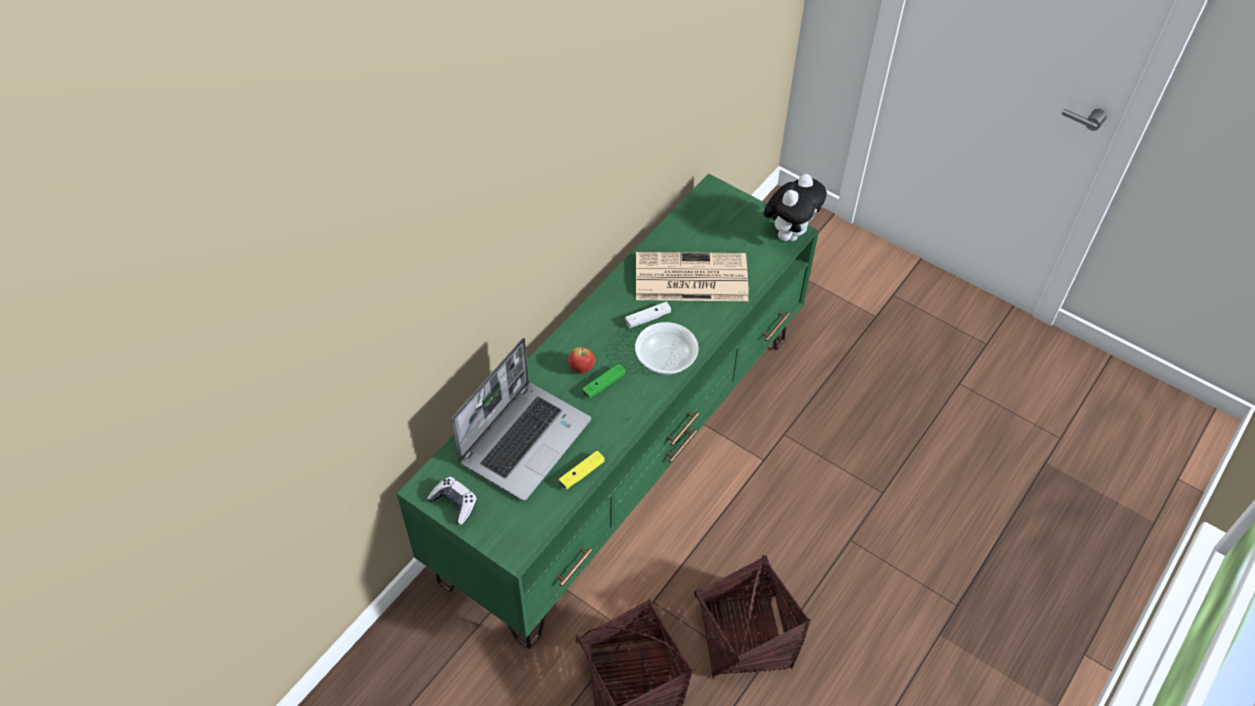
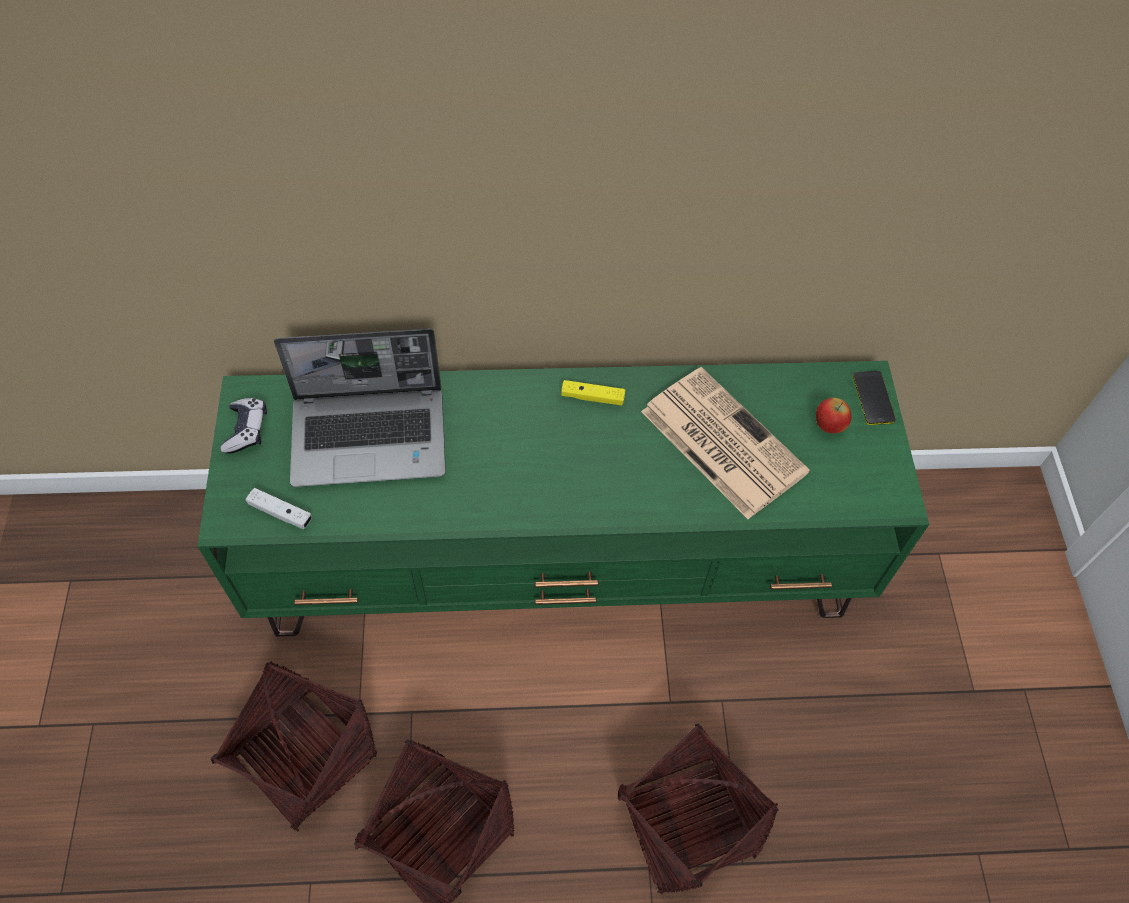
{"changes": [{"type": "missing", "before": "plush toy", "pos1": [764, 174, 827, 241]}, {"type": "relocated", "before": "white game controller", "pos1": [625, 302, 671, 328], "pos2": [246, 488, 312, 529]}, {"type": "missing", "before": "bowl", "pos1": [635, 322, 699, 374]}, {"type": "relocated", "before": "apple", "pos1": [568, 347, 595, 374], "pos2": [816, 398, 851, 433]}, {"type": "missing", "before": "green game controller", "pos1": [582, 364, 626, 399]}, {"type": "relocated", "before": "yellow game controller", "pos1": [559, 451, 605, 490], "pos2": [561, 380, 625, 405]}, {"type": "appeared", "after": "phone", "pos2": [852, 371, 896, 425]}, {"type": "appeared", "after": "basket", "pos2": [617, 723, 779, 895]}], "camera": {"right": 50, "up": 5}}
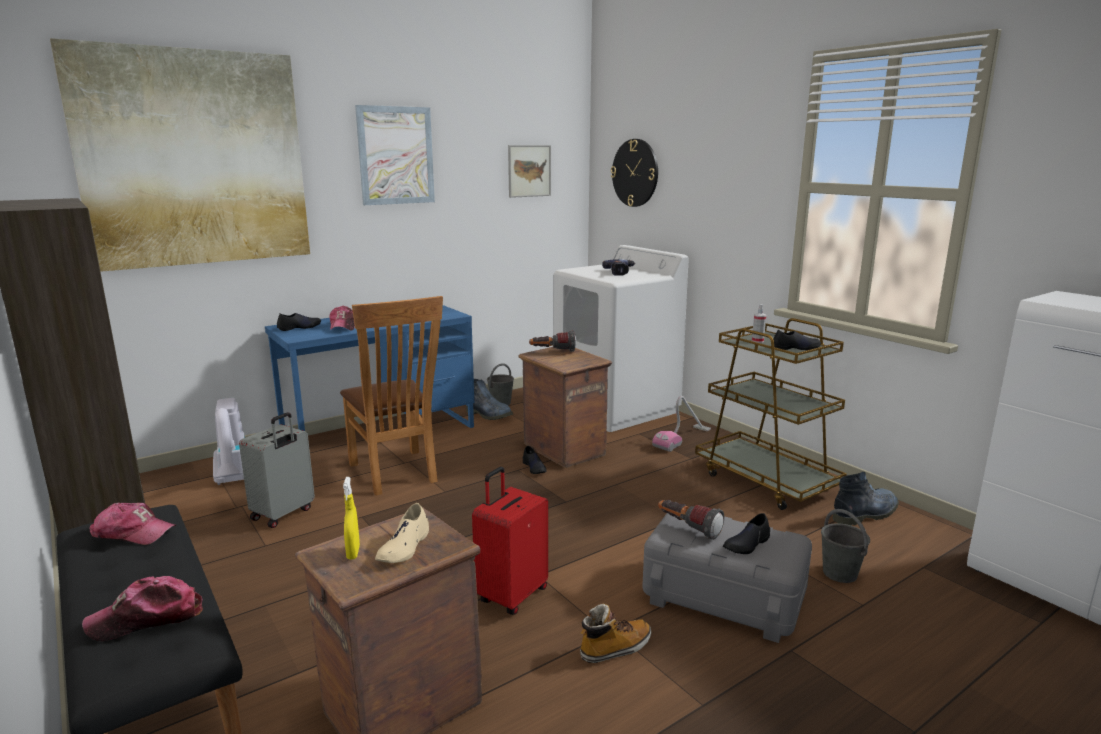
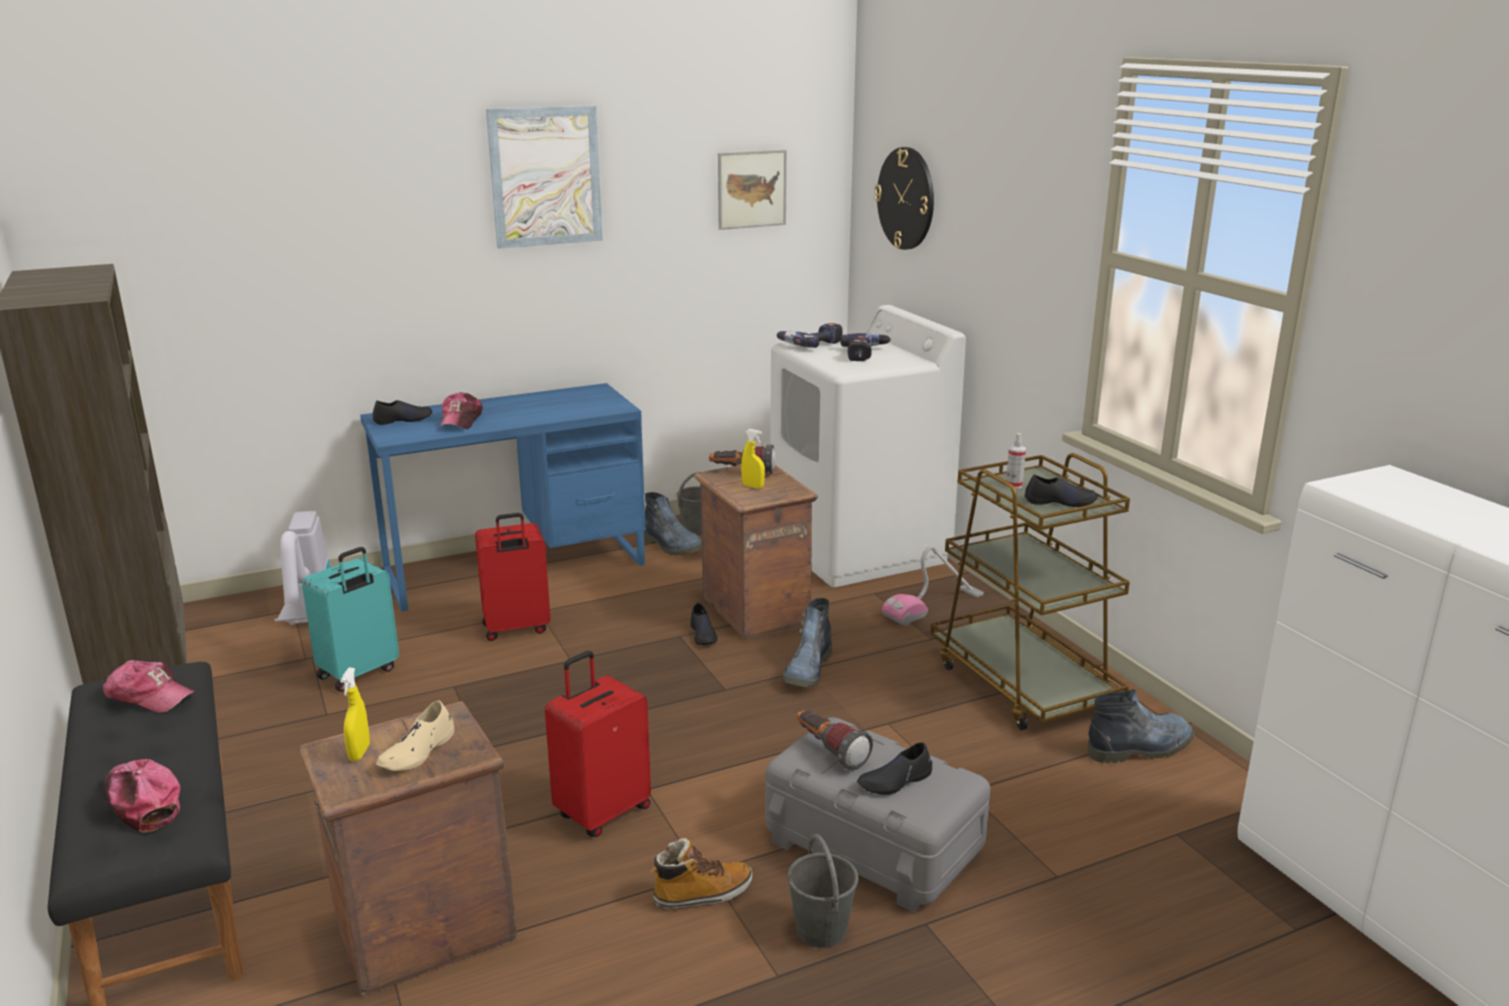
{"changes": [{"type": "missing", "before": "picture", "pos1": [50, 38, 310, 272]}, {"type": "exchanged", "before": "brown chair", "after": "red suitcase", "pos1": [340, 296, 443, 496], "pos2": [475, 513, 551, 641]}, {"type": "colour", "before": "grey suitcase", "after": "turquoise suitcase", "pos1": [239, 412, 315, 528], "pos2": [302, 547, 399, 692]}, {"type": "relocated", "before": "grey bucket", "pos1": [821, 509, 870, 583], "pos2": [788, 834, 859, 948]}, {"type": "spun", "before": "cap", "pos1": [82, 576, 203, 641], "pos2": [103, 759, 181, 833], "turn": 60}, {"type": "appeared", "after": "power drill", "pos2": [776, 323, 843, 348]}, {"type": "appeared", "after": "yellow spray bottle", "pos2": [741, 429, 765, 489]}, {"type": "appeared", "after": "boot", "pos2": [783, 598, 832, 687]}], "camera": {"right": 10, "up": 5}}
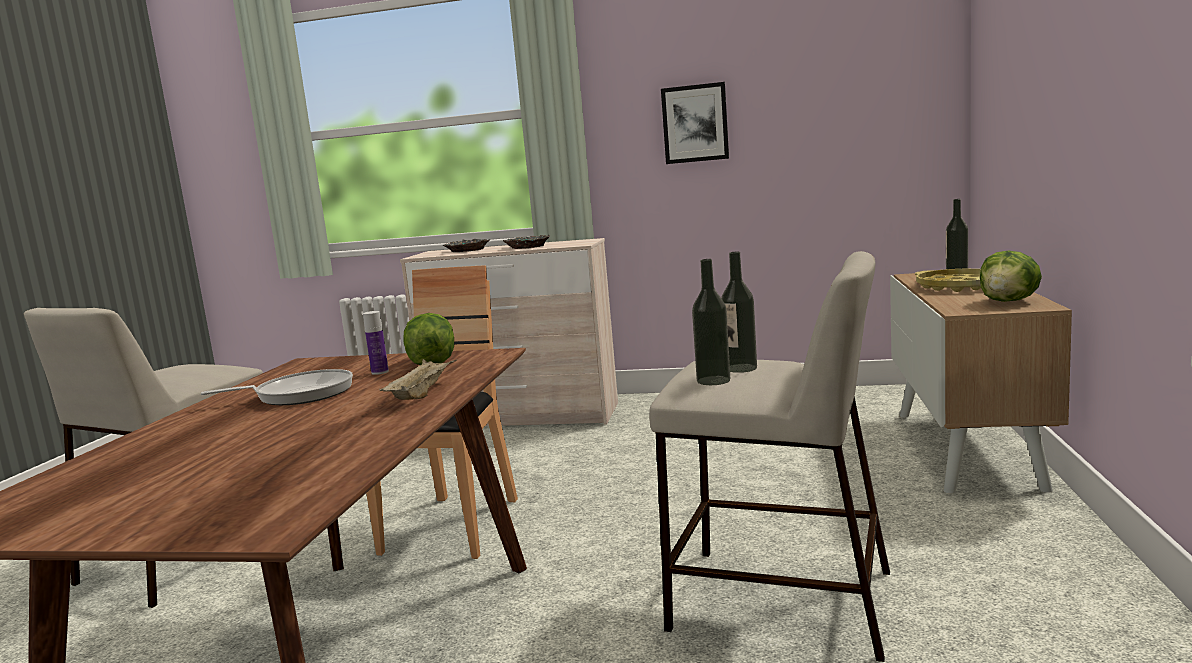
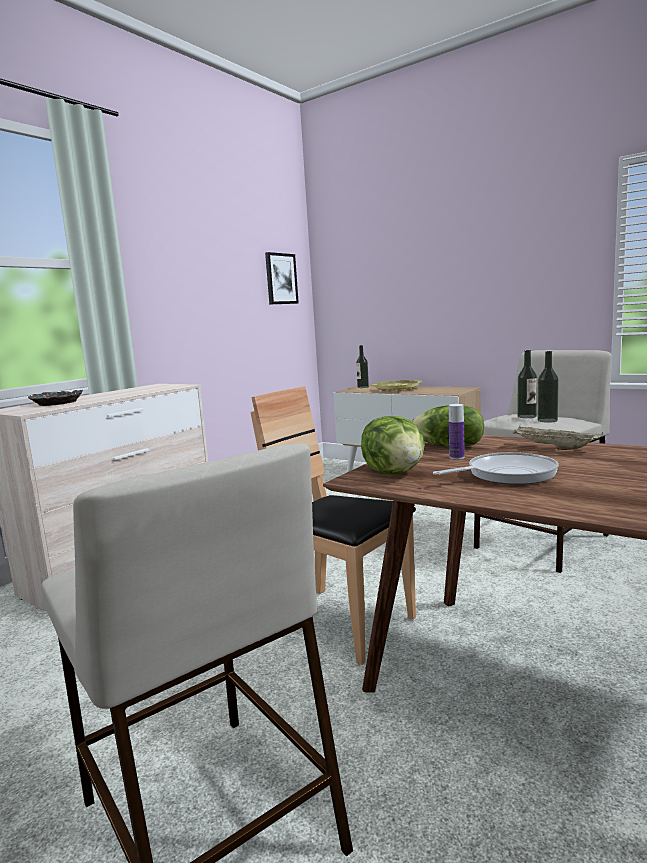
{"changes": [{"type": "relocated", "before": "picture", "pos1": [661, 82, 729, 164], "pos2": [265, 252, 299, 305]}, {"type": "missing", "before": "bowl", "pos1": [503, 235, 550, 249]}, {"type": "relocated", "before": "lettuce", "pos1": [980, 251, 1042, 302], "pos2": [361, 416, 425, 474]}, {"type": "spun", "before": "frying pan", "pos1": [201, 369, 353, 405], "pos2": [433, 452, 559, 485], "turn": 60}], "camera": {"right": -65, "up": 0}}
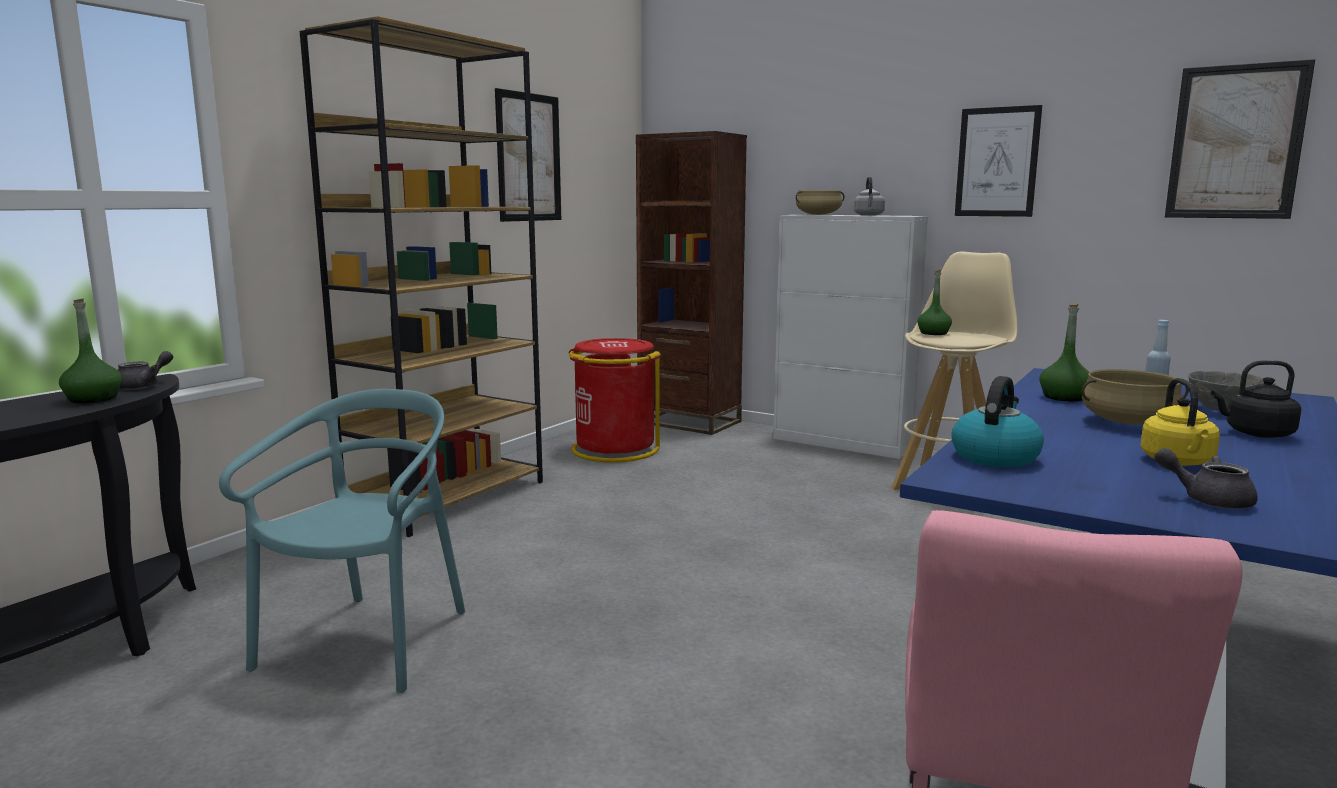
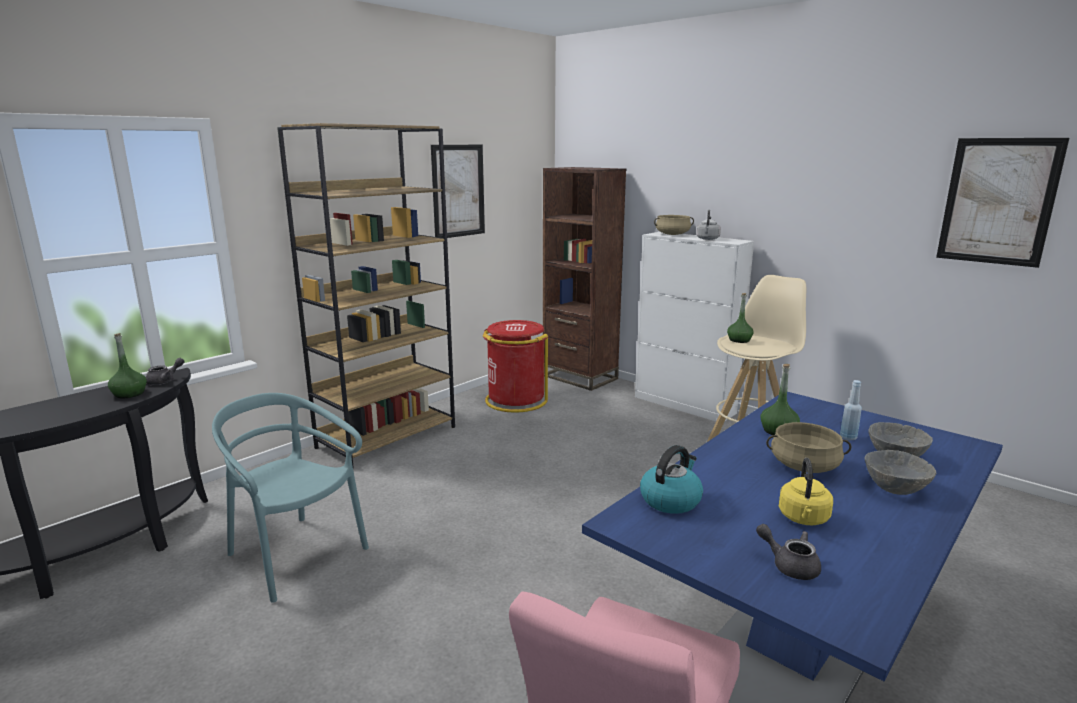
{"changes": [{"type": "missing", "before": "picture", "pos1": [955, 105, 1042, 217]}, {"type": "exchanged", "before": "black kettle", "after": "grey bowl", "pos1": [1211, 360, 1301, 438], "pos2": [865, 450, 936, 495]}, {"type": "spun", "before": "turquoise chair", "pos1": [219, 389, 465, 693], "pos2": [212, 393, 369, 603], "turn": -75}], "camera": {"right": 10, "up": 5}}
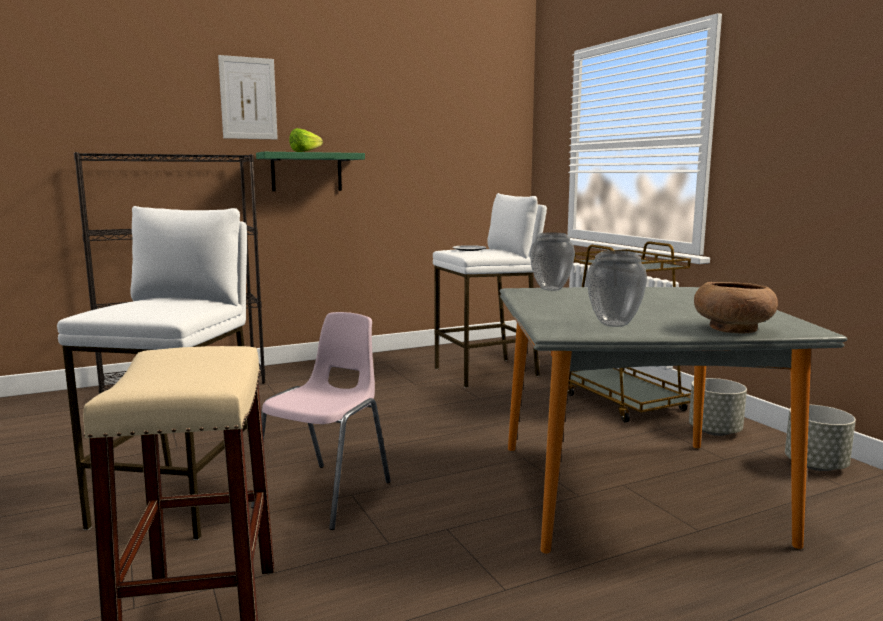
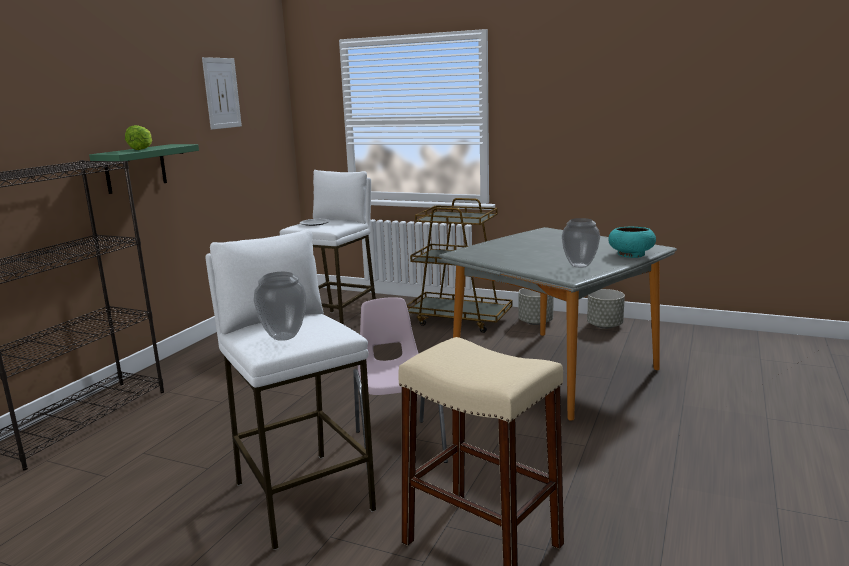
{"changes": [{"type": "relocated", "before": "picture", "pos1": [218, 55, 278, 139], "pos2": [202, 57, 242, 130]}, {"type": "relocated", "before": "vase", "pos1": [530, 233, 575, 291], "pos2": [254, 272, 307, 341]}, {"type": "colour", "before": "brown bowl", "after": "turquoise bowl", "pos1": [694, 282, 778, 333], "pos2": [609, 227, 656, 258]}], "camera": {"right": -40, "up": 5}}
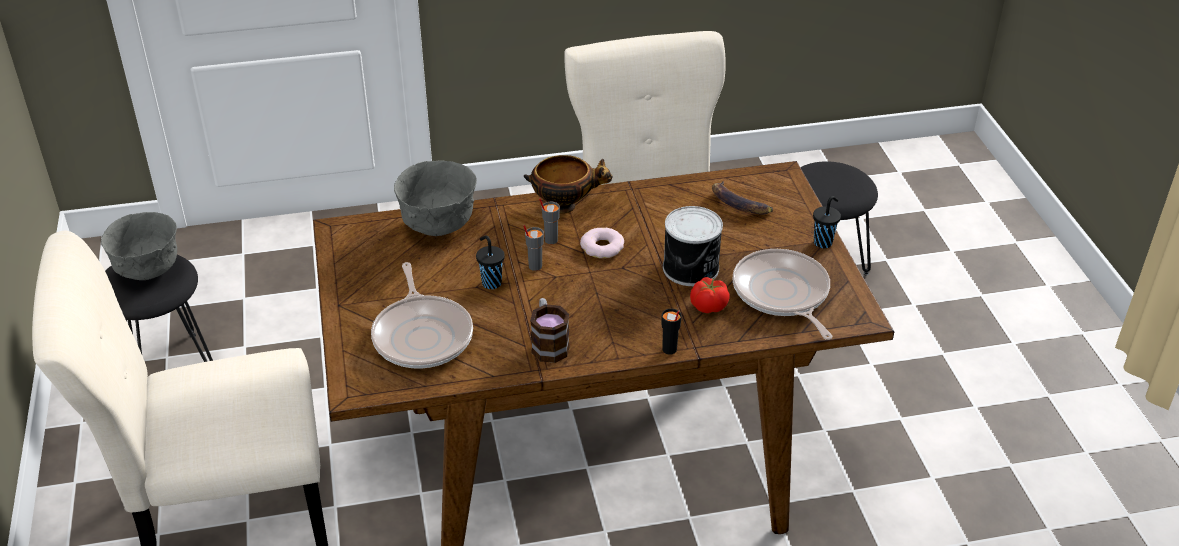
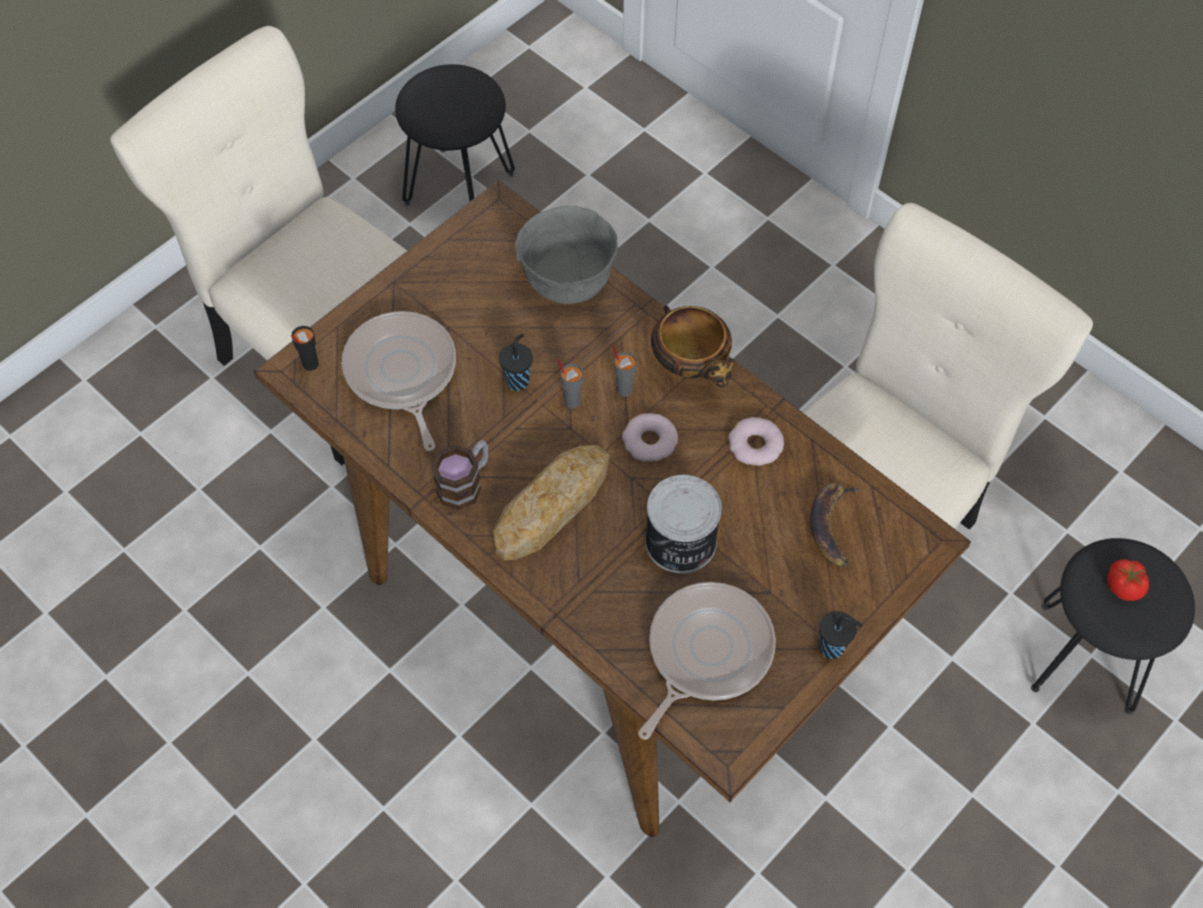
{"changes": [{"type": "missing", "before": "grey bowl", "pos1": [101, 212, 177, 280]}, {"type": "spun", "before": "frying pan", "pos1": [371, 262, 473, 369], "pos2": [342, 311, 456, 451], "turn": 120}, {"type": "relocated", "before": "tomato", "pos1": [690, 277, 730, 313], "pos2": [1107, 559, 1149, 601]}, {"type": "relocated", "before": "black cup", "pos1": [661, 309, 682, 355], "pos2": [291, 326, 319, 371]}, {"type": "appeared", "after": "donut", "pos2": [728, 417, 784, 466]}, {"type": "appeared", "after": "bread", "pos2": [494, 445, 609, 561]}], "camera": {"right": 55, "up": 20}}
